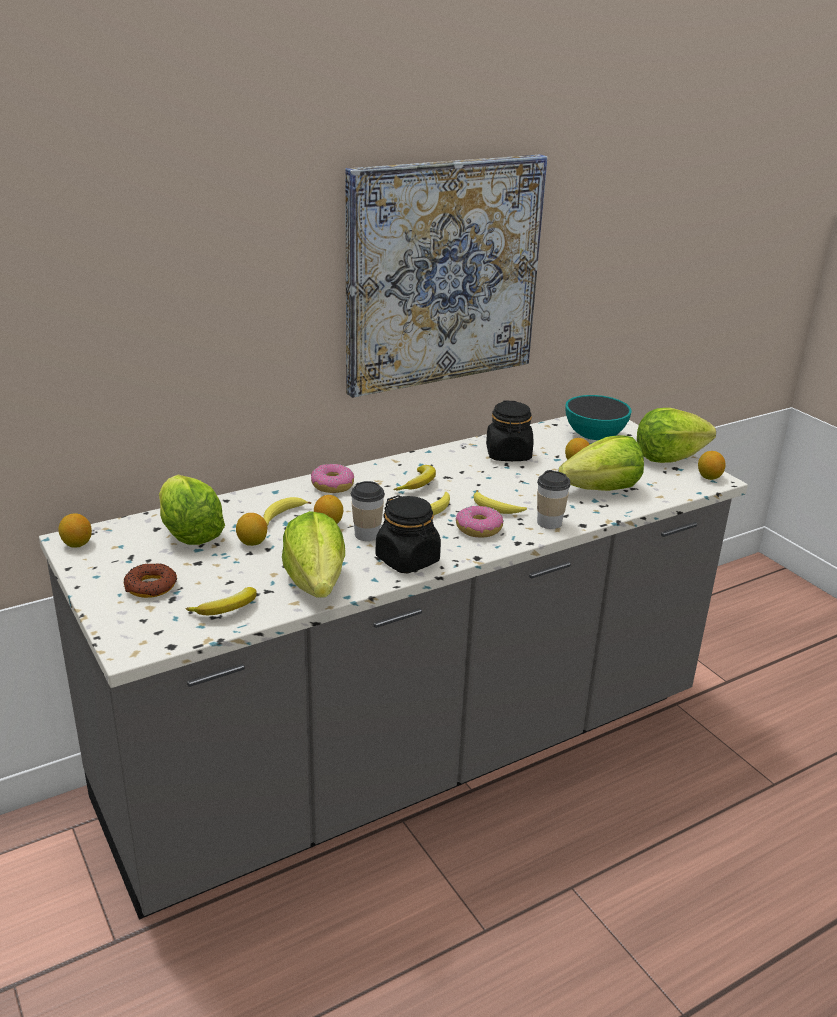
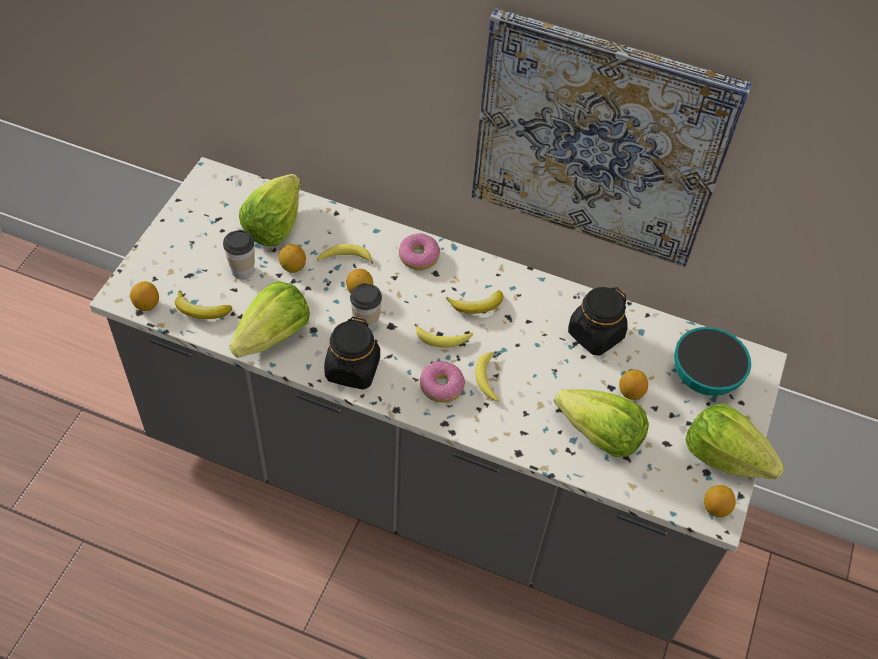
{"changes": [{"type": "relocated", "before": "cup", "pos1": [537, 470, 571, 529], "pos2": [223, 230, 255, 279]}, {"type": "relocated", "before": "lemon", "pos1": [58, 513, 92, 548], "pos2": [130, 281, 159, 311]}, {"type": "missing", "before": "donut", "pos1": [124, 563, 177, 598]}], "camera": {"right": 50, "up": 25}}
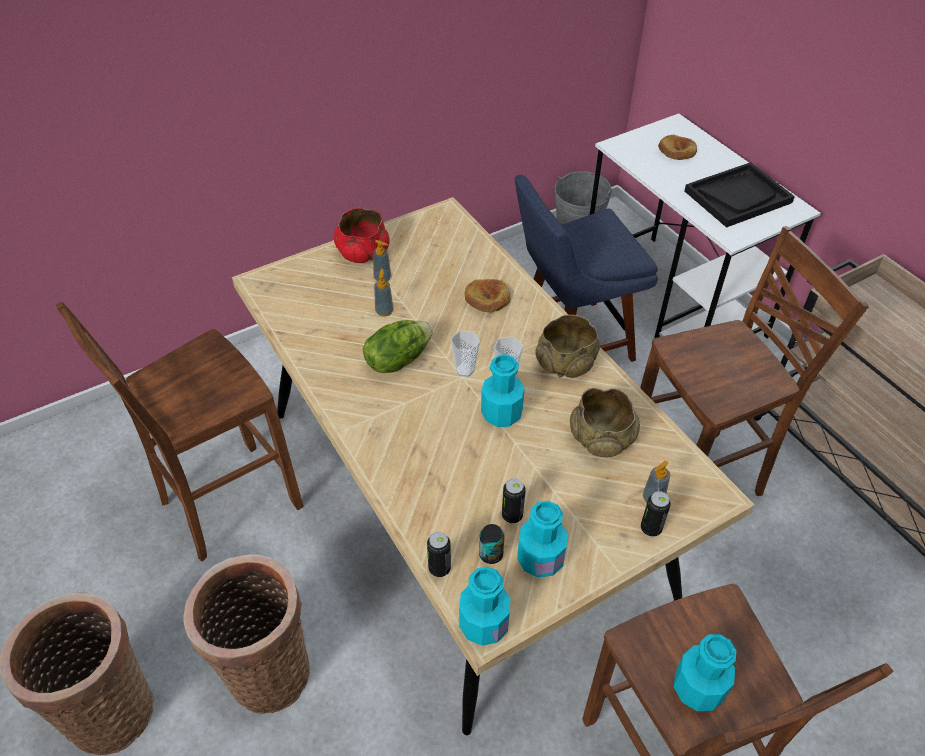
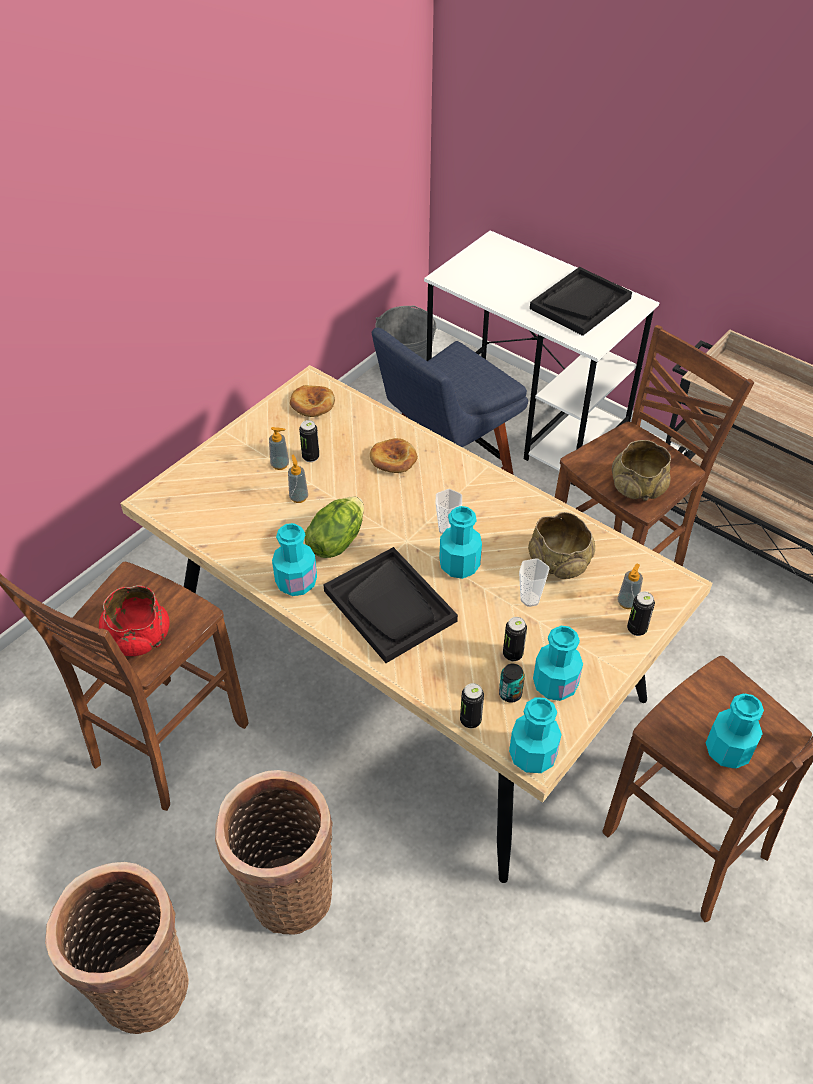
{"changes": [{"type": "relocated", "before": "bread", "pos1": [658, 135, 697, 160], "pos2": [290, 385, 335, 417]}, {"type": "relocated", "before": "red bowl", "pos1": [334, 208, 390, 263], "pos2": [99, 585, 170, 656]}, {"type": "relocated", "before": "beige bowl", "pos1": [535, 315, 600, 378], "pos2": [612, 440, 671, 501]}, {"type": "relocated", "before": "cup", "pos1": [451, 330, 480, 377], "pos2": [519, 558, 550, 607]}, {"type": "appeared", "after": "can", "pos2": [299, 420, 319, 462]}, {"type": "appeared", "after": "turquoise bottle", "pos2": [272, 523, 317, 596]}, {"type": "appeared", "after": "black tray", "pos2": [323, 547, 458, 663]}], "camera": {"right": -20, "up": 0}}
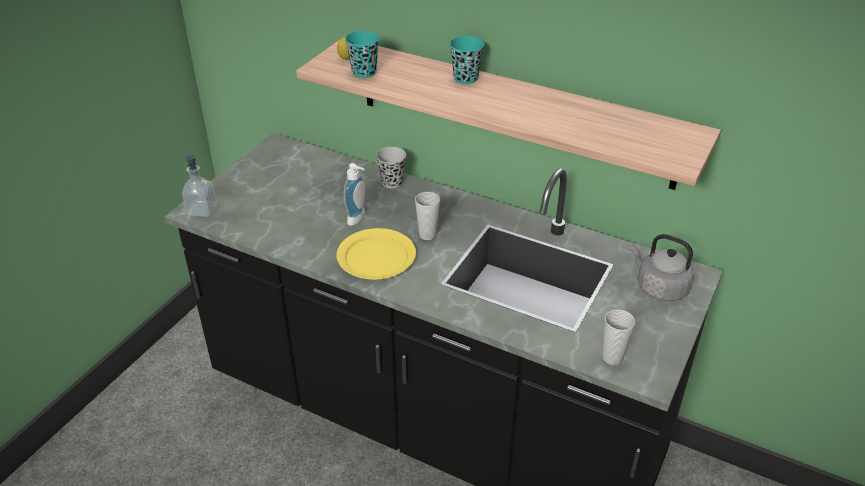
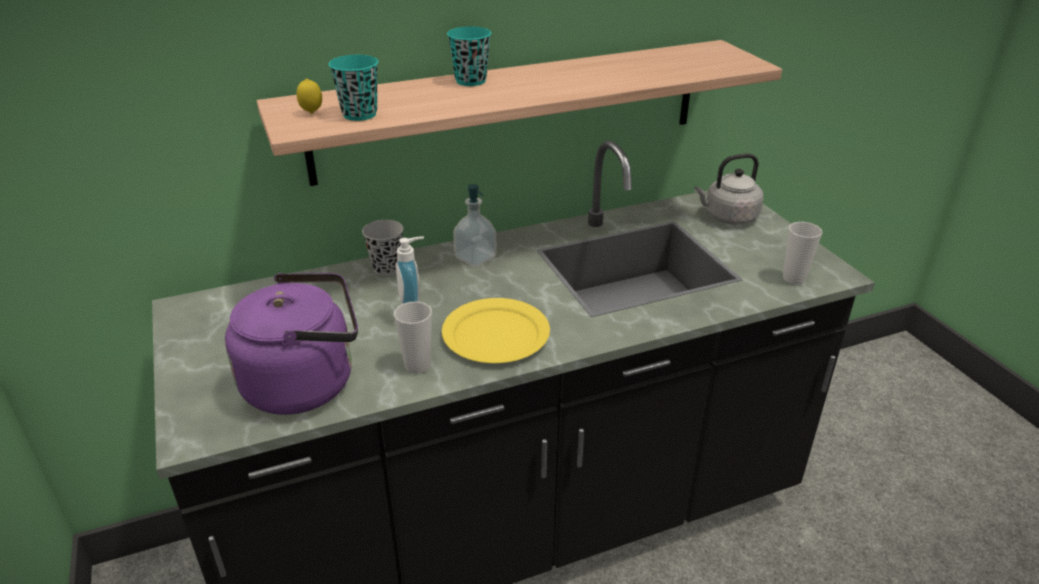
{"changes": [{"type": "relocated", "before": "soap dispenser", "pos1": [182, 155, 217, 217], "pos2": [453, 184, 496, 267]}, {"type": "relocated", "before": "cup", "pos1": [415, 192, 440, 240], "pos2": [394, 301, 432, 374]}, {"type": "appeared", "after": "purple kettle", "pos2": [225, 273, 358, 415]}], "camera": {"right": -50, "up": -5}}
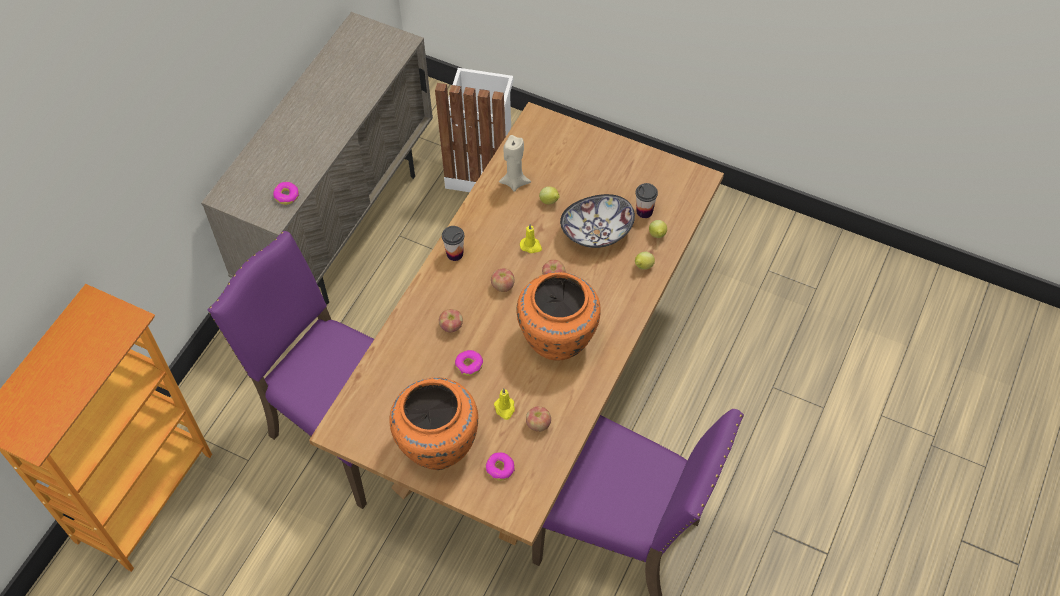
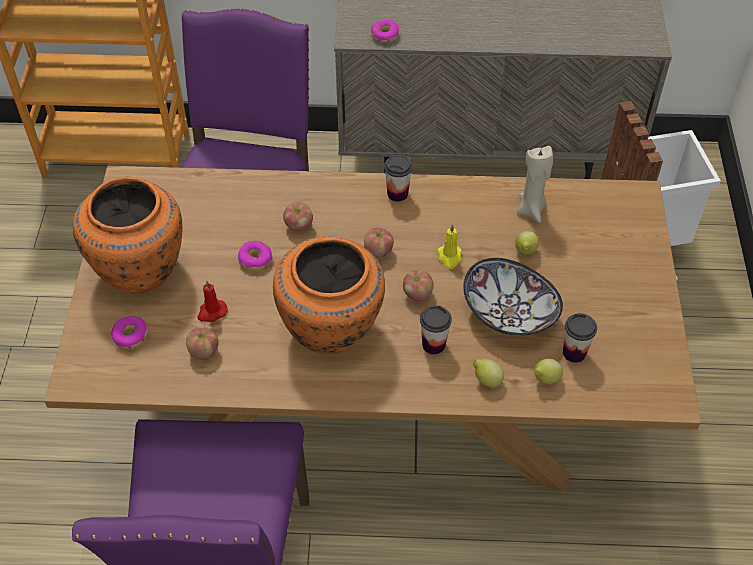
{"changes": [{"type": "colour", "before": "yellow candle", "after": "red candle", "pos1": [494, 388, 515, 420], "pos2": [197, 281, 228, 322]}, {"type": "appeared", "after": "cup", "pos2": [420, 305, 452, 354]}], "camera": {"right": 65, "up": -5}}
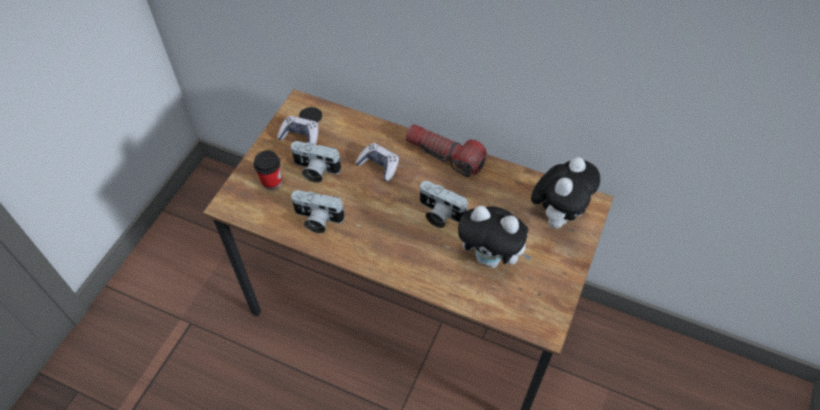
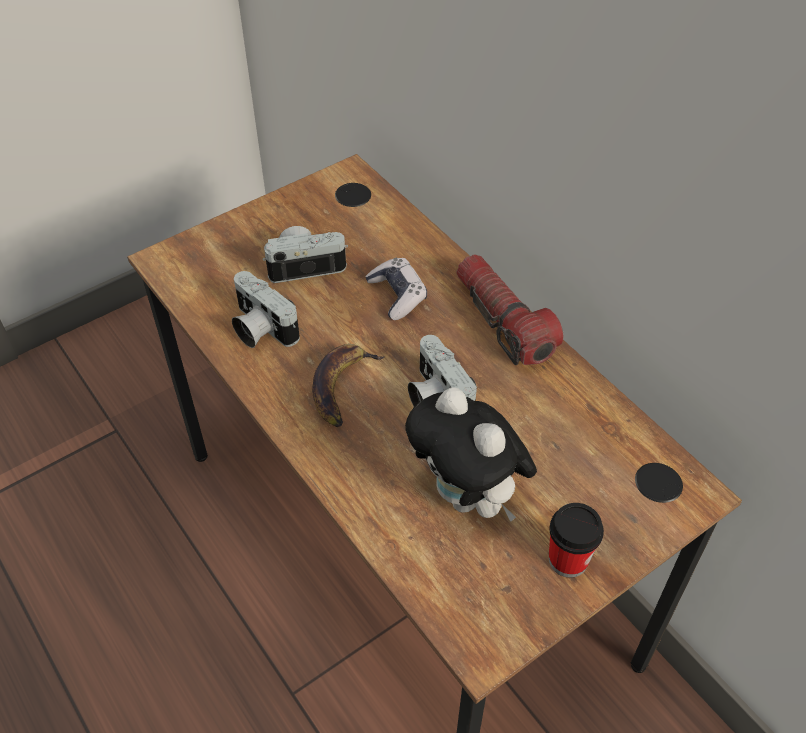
{"changes": [{"type": "missing", "before": "game controller", "pos1": [277, 116, 318, 145]}, {"type": "spun", "before": "photo camera", "pos1": [291, 141, 341, 183], "pos2": [263, 226, 348, 283], "turn": 120}, {"type": "relocated", "before": "cup", "pos1": [254, 150, 282, 190], "pos2": [549, 503, 604, 578]}, {"type": "missing", "before": "plush toy", "pos1": [531, 157, 600, 229]}, {"type": "appeared", "after": "banana", "pos2": [312, 344, 385, 427]}], "camera": {"right": 30, "up": -5}}
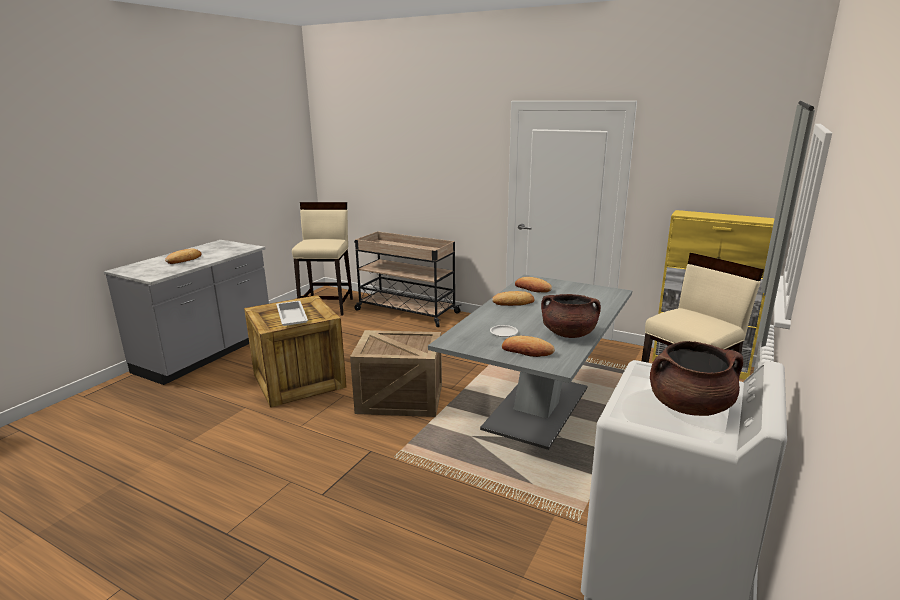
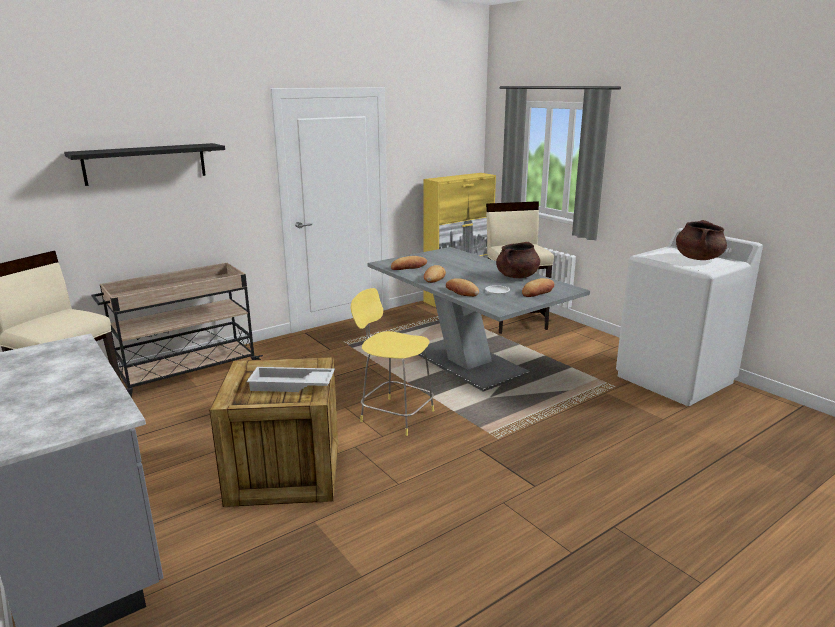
{"changes": [{"type": "relocated", "before": "bread", "pos1": [165, 248, 201, 264], "pos2": [446, 278, 479, 297]}, {"type": "exchanged", "before": "crate", "after": "yellow stool", "pos1": [350, 330, 442, 417], "pos2": [350, 288, 434, 436]}, {"type": "appeared", "after": "black shelf", "pos2": [64, 143, 225, 186]}], "camera": {"right": -65, "up": 0}}
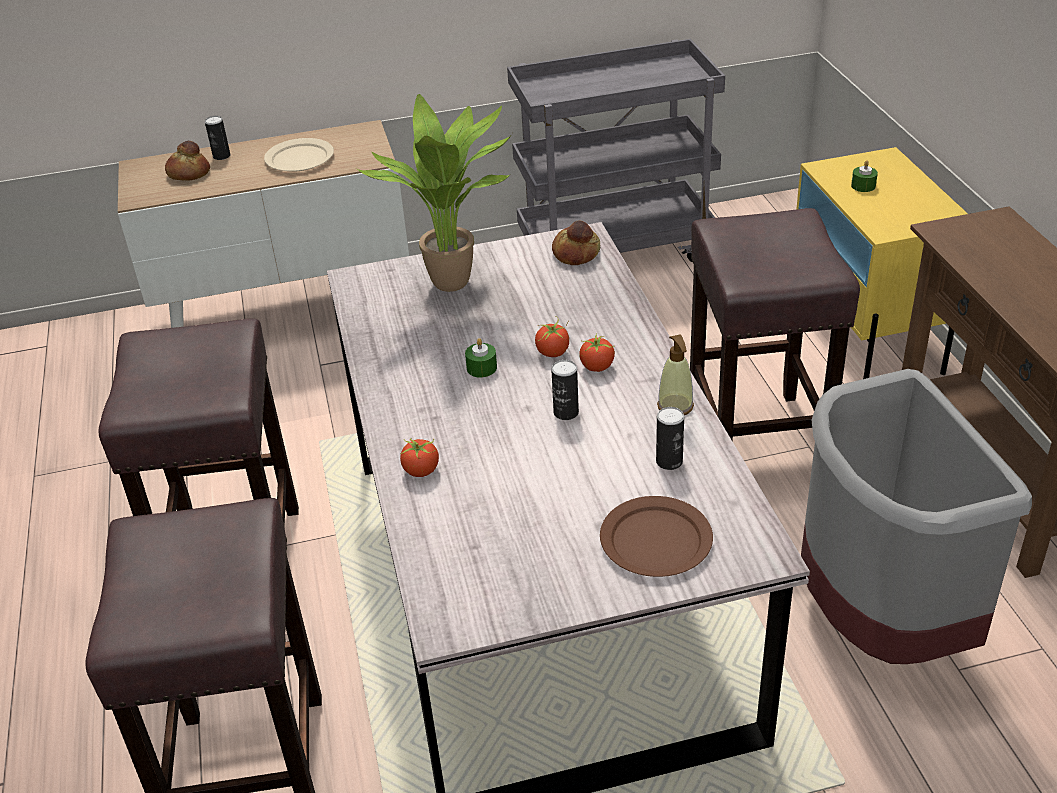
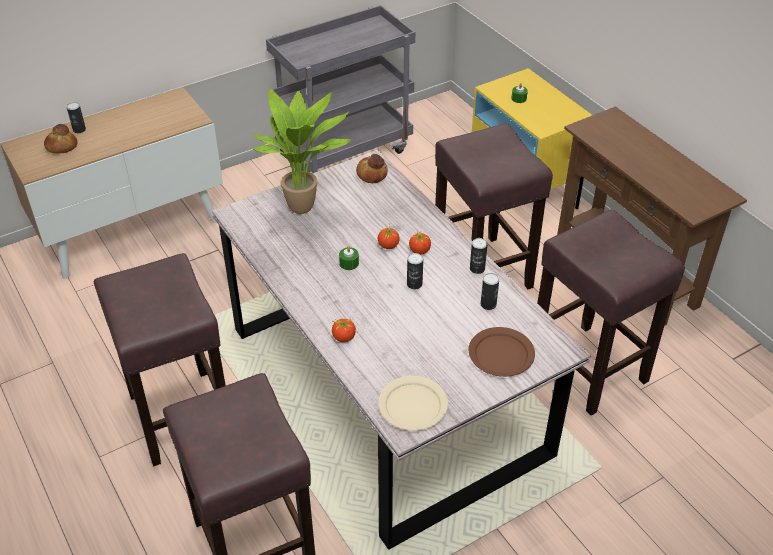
{"changes": [{"type": "relocated", "before": "beige plate", "pos1": [264, 138, 334, 172], "pos2": [378, 376, 448, 431]}, {"type": "exchanged", "before": "soap dispenser", "after": "can", "pos1": [657, 334, 694, 415], "pos2": [470, 238, 487, 274]}, {"type": "exchanged", "before": "grey trash can", "after": "brown stool", "pos1": [801, 369, 1032, 664], "pos2": [537, 210, 685, 416]}], "camera": {"right": -20, "up": 5}}
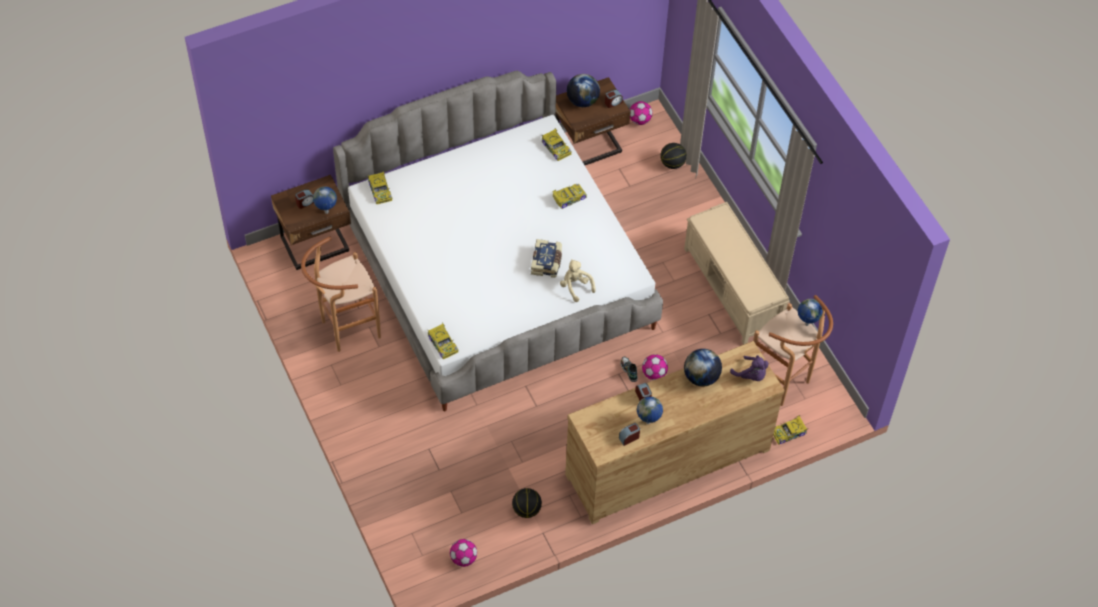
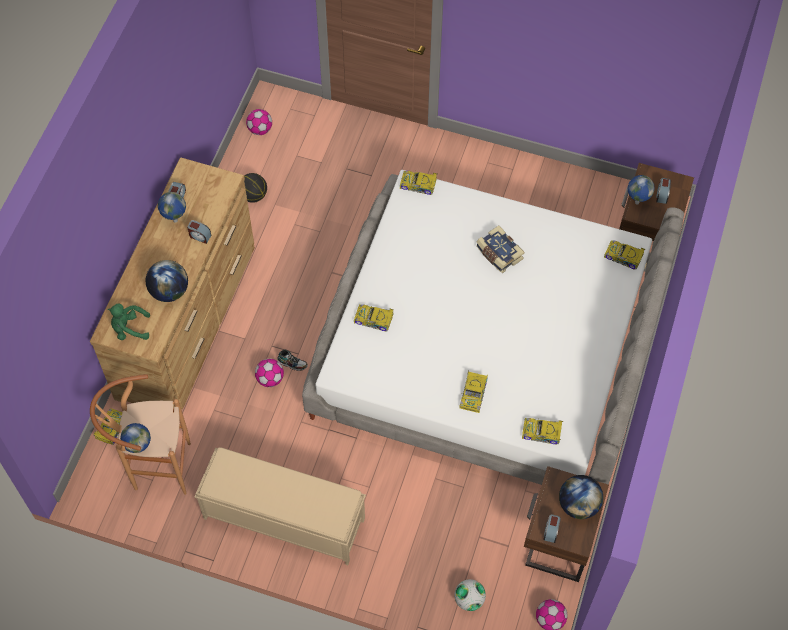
{"changes": [{"type": "exchanged", "before": "basketball", "after": "football", "pos1": [660, 143, 687, 169], "pos2": [455, 579, 486, 611]}, {"type": "missing", "before": "brown stool", "pos1": [301, 236, 381, 352]}, {"type": "relocated", "before": "book", "pos1": [531, 239, 562, 278], "pos2": [476, 226, 524, 273]}, {"type": "exchanged", "before": "beige plush toy", "after": "toy car", "pos1": [560, 259, 596, 302], "pos2": [354, 304, 394, 332]}, {"type": "colour", "before": "purple plush toy", "after": "green plush toy", "pos1": [730, 355, 768, 381], "pos2": [108, 303, 150, 340]}], "camera": {"right": 135, "up": 5}}
